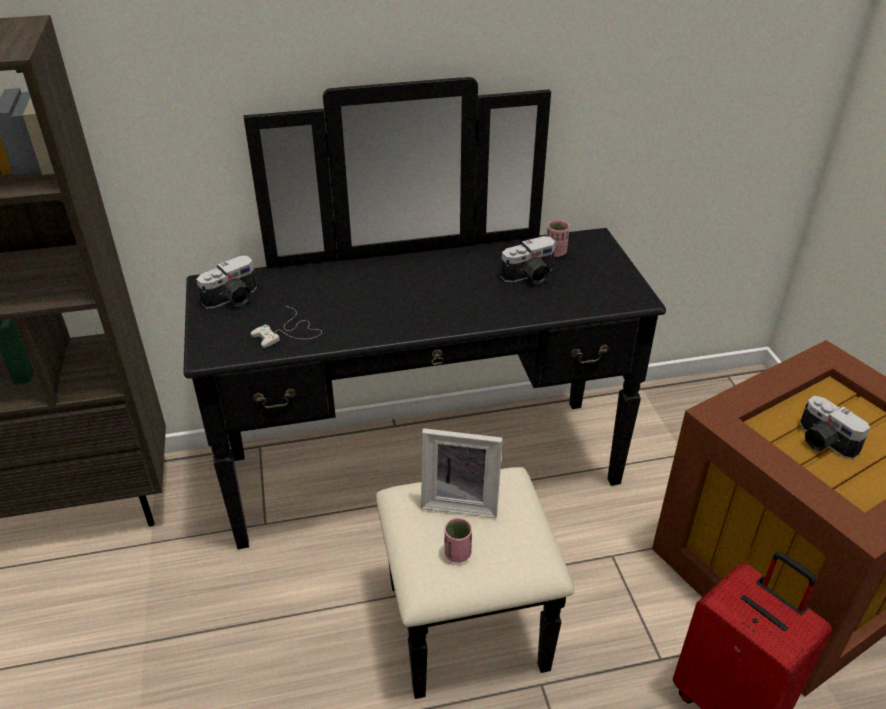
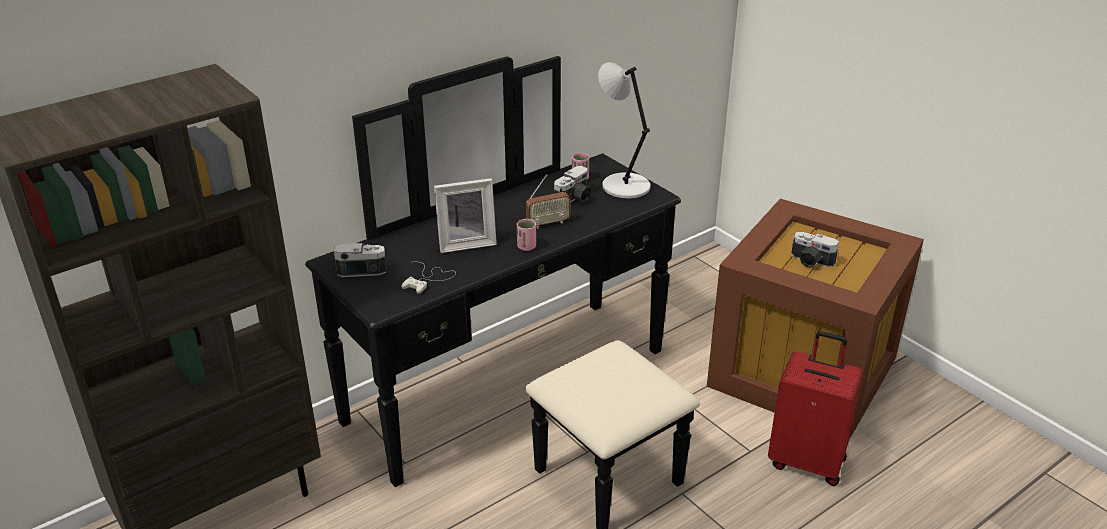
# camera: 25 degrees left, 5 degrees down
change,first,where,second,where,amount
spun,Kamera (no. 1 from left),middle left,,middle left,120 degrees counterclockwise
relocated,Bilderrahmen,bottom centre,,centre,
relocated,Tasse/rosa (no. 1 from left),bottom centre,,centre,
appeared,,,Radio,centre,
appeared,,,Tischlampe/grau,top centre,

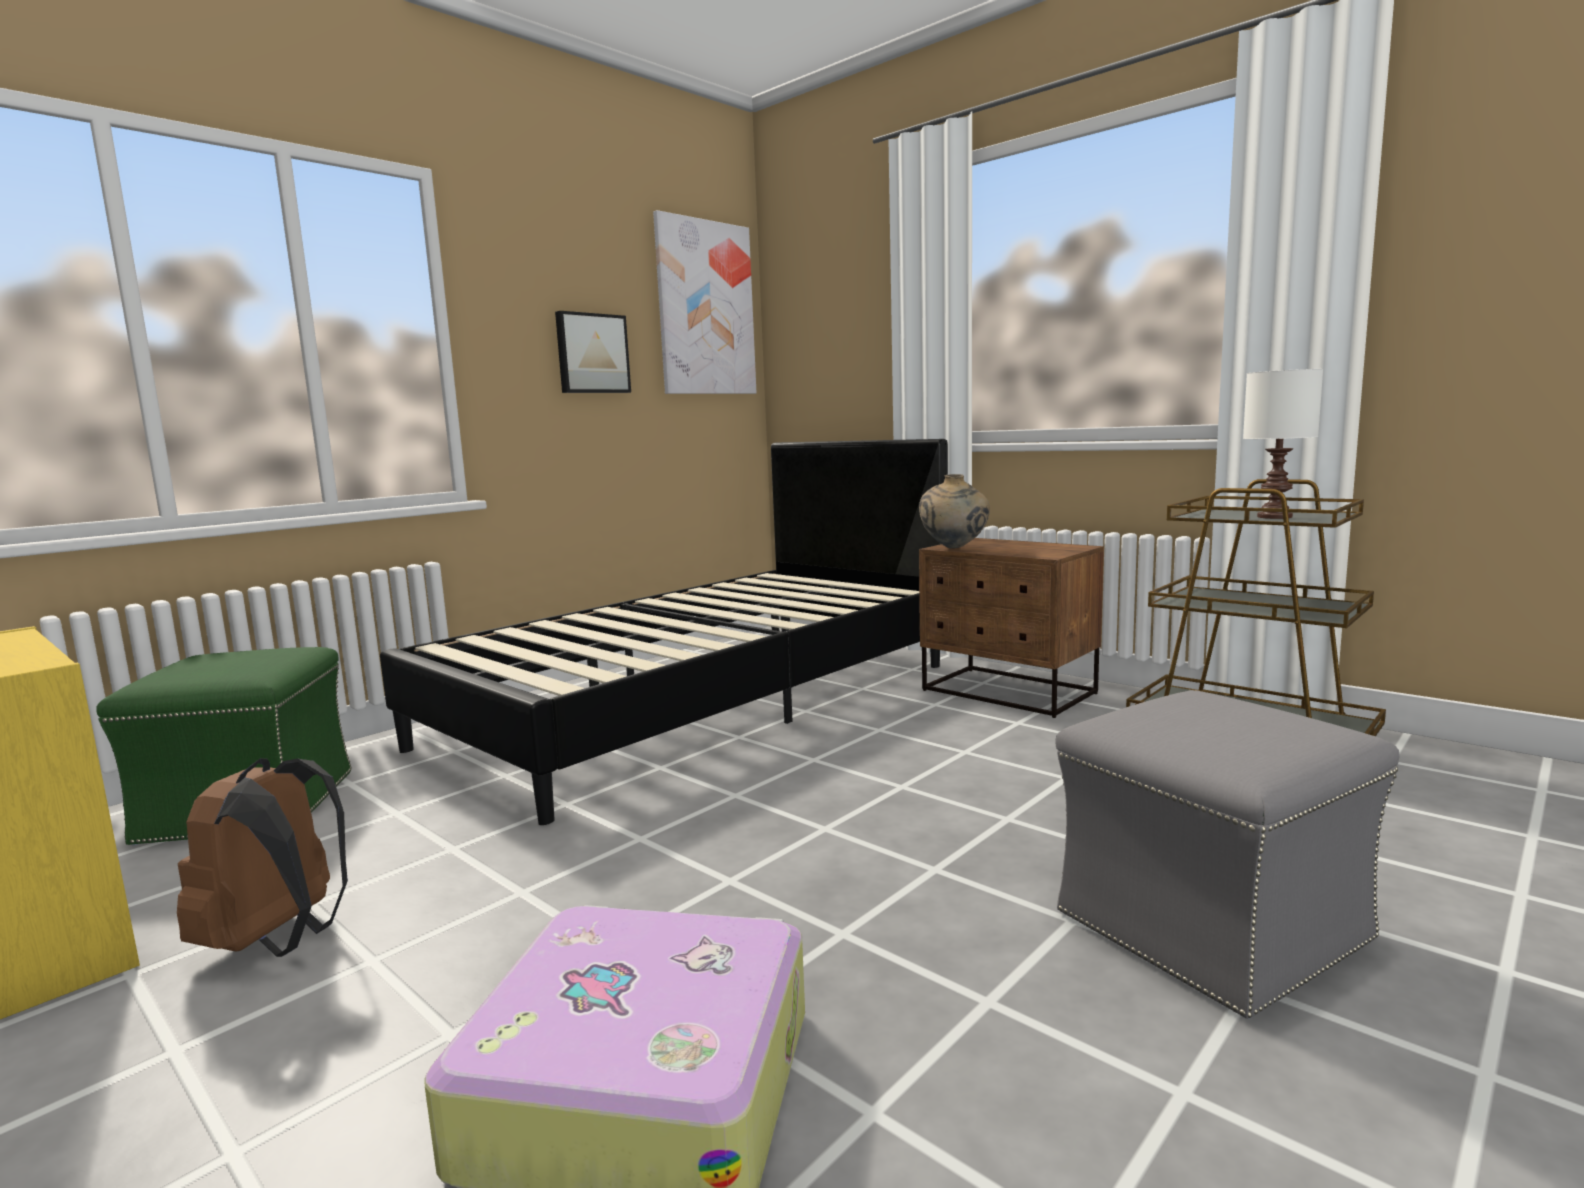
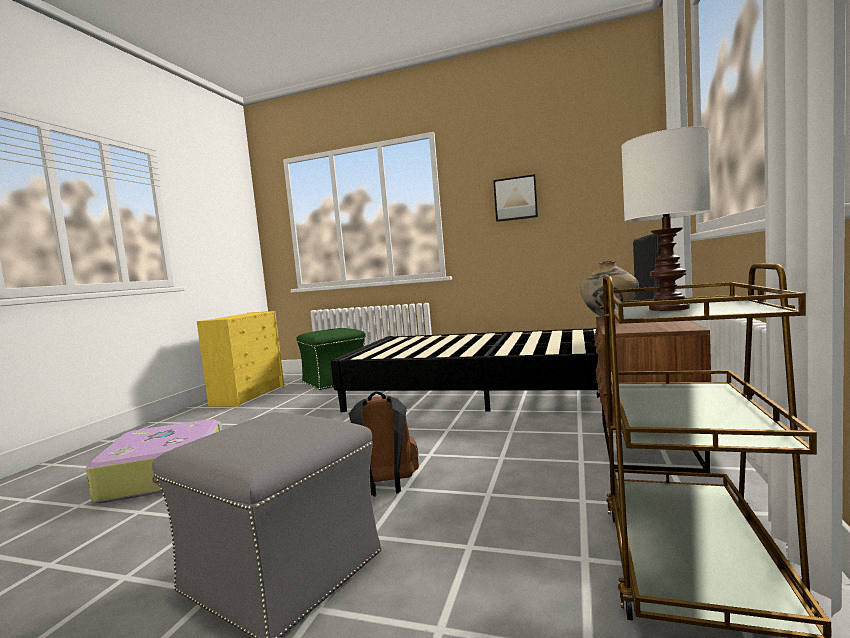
# camera: 65 degrees right, 5 degrees down
change,first,where,second,where,amount
relocated,Rucksack/braun,bottom left,,bottom centre,
missing,Bild (no. 2 from left),top centre,,,

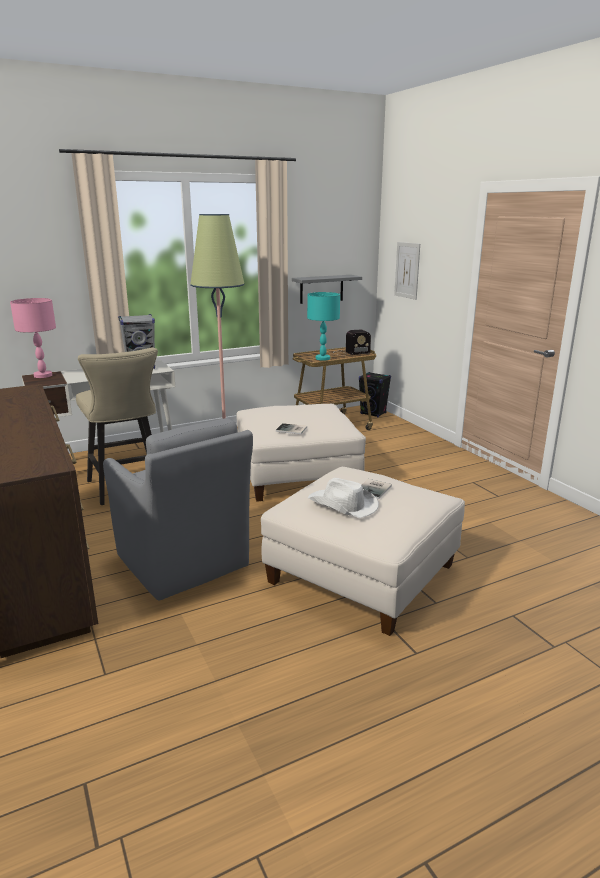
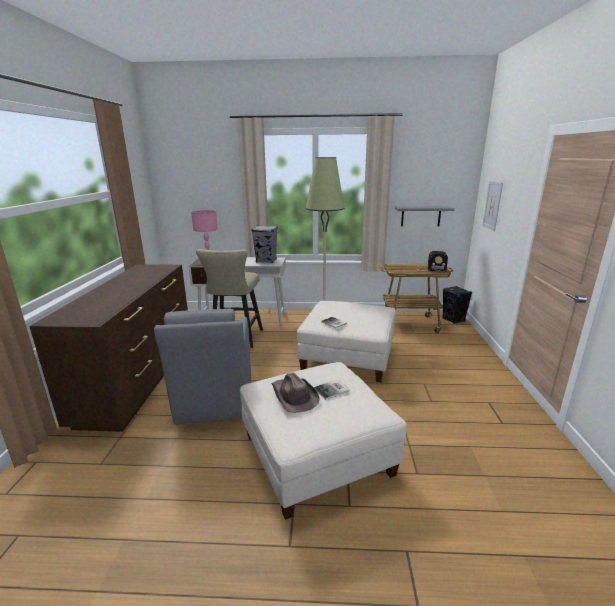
# camera: 30 degrees right, 0 degrees up
change,first,where,second,where,amount
colour,Hut/weiß,centre,Hut/braun,centre,
missing,Tischlampe/türkis,centre,,,

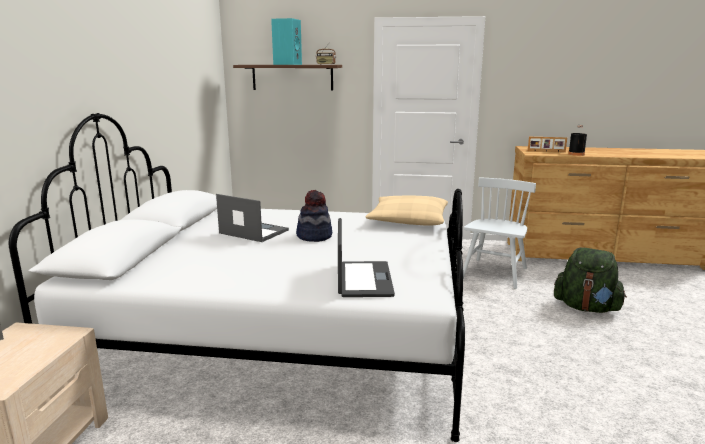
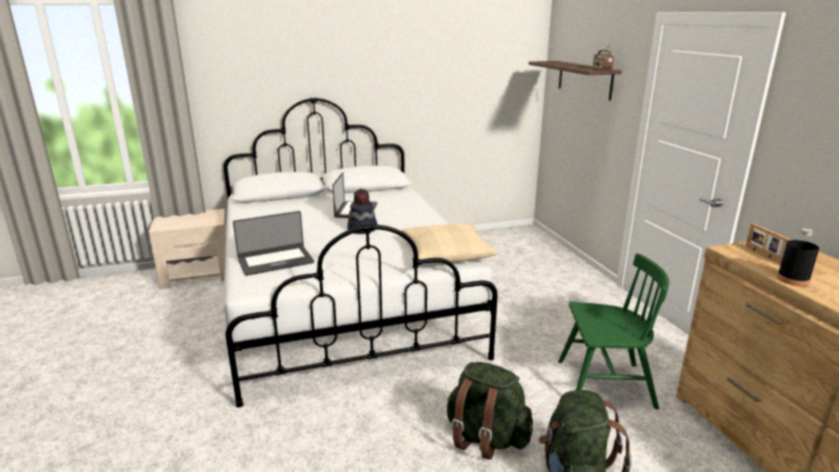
# camera: 65 degrees right, 5 degrees up
change,first,where,second,where,amount
appeared,,,Rucksack/grün (no. 1 from left),bottom centre,
colour,Stuhl/weiß,middle right,Stuhl/grün,bottom right,
missing,Lautsprecher/türkis,top centre,,,

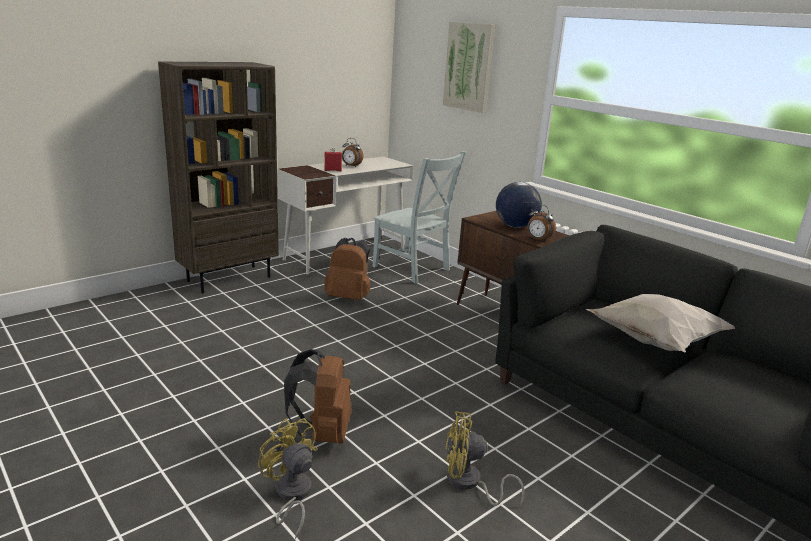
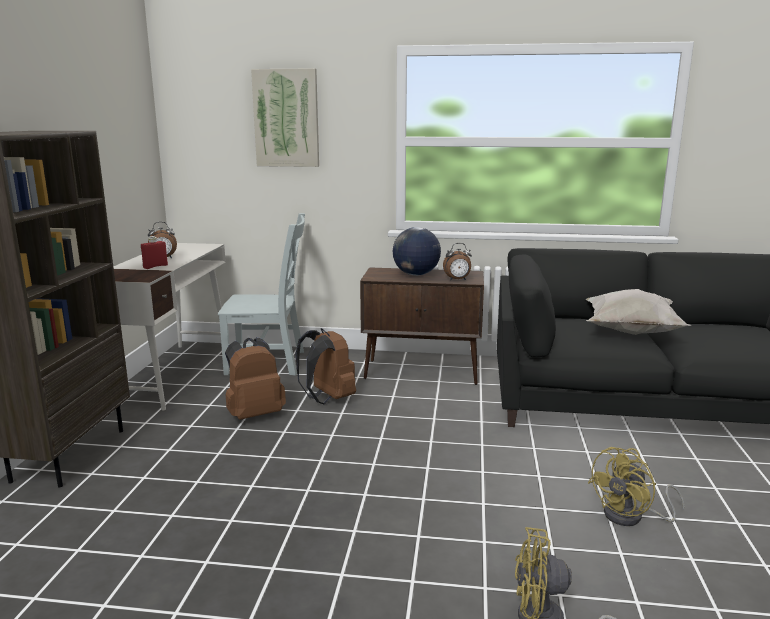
# camera: 40 degrees left, 5 degrees down
change,first,where,second,where,amount
relocated,Rucksack/braun (no. 1 from left in the first image),bottom centre,Rucksack/braun (no. 2 from left),centre,

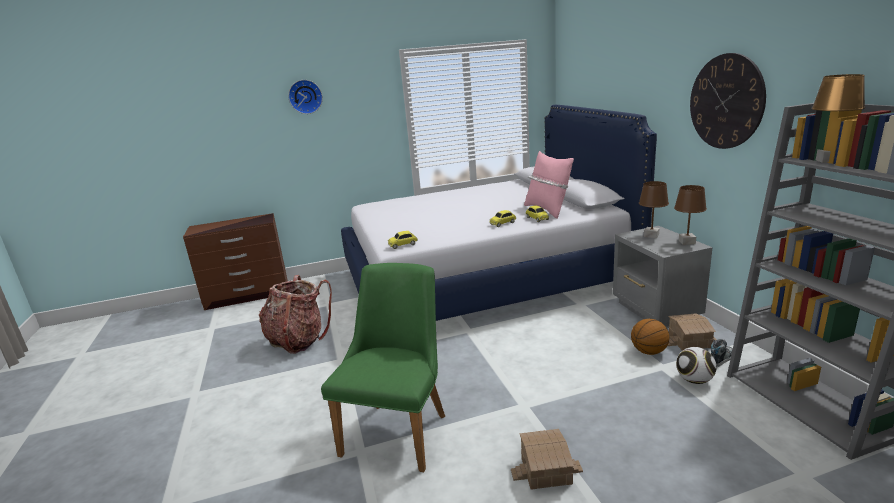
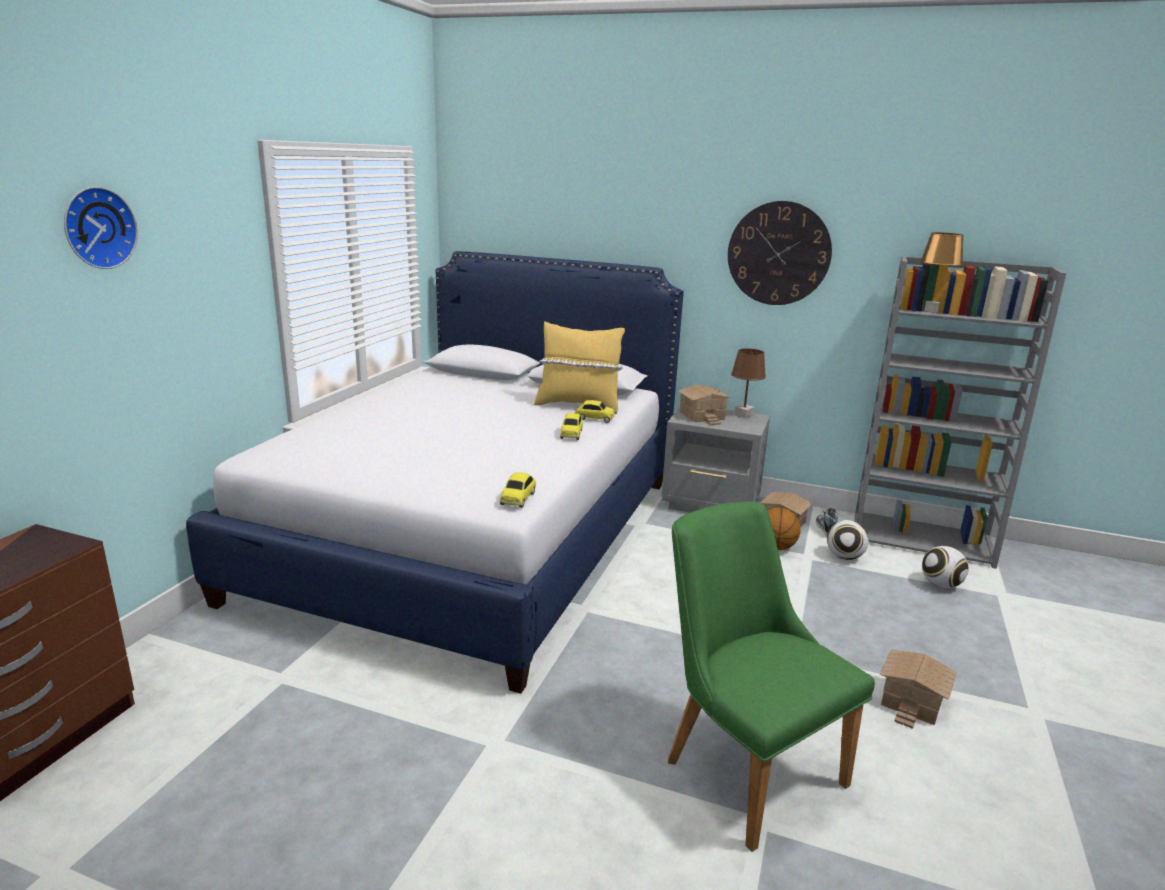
# camera: 55 degrees left, 0 degrees up
change,first,where,second,where,amount
colour,Kissen/rosa,centre,Kissen/gelb,centre,
exchanged,Tischlampe/braun (no. 1 from left),middle right,Spielzeughaus (no. 1 from left),centre,
appeared,,,Fußball (no. 2 from left),middle right,
missing,Rucksack,middle left,,,

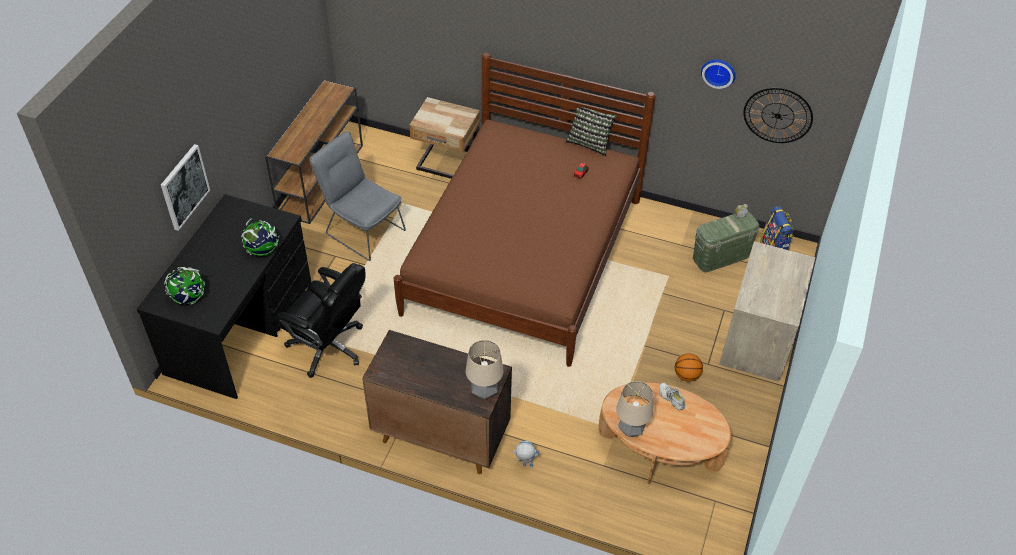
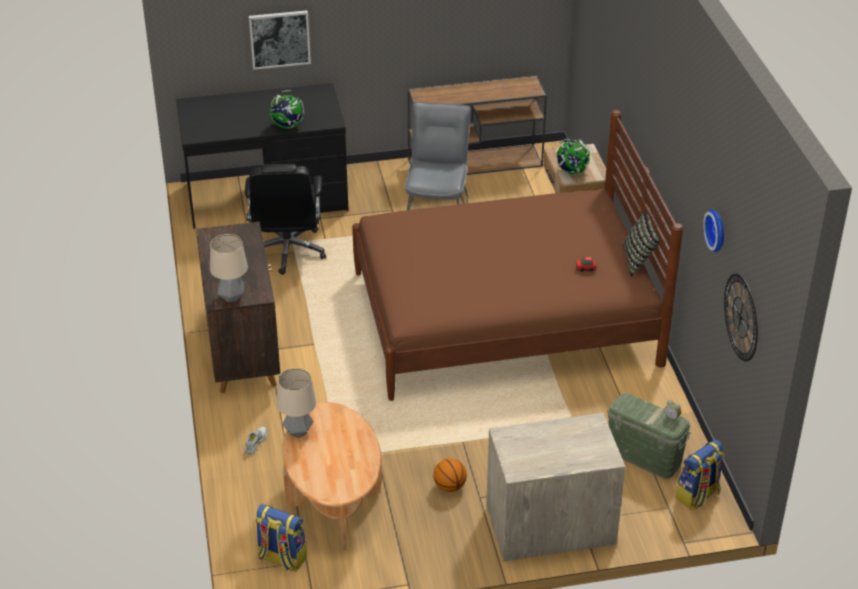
# camera: 60 degrees right, 10 degrees down
change,first,where,second,where,amount
relocated,Schuh/weiß,bottom centre,,bottom left,
appeared,,,Rucksack (no. 1 from left),bottom left,
relocated,Globus (no. 1 from left in the first image),middle left,Globus (no. 2 from left),top right,
missing,Spielzeugroboter,bottom centre,,,

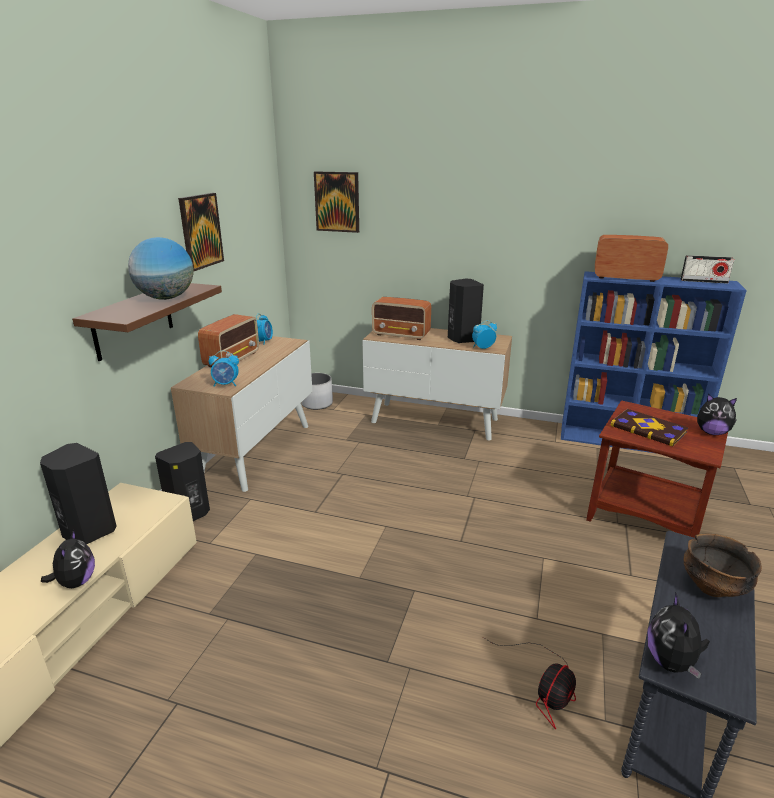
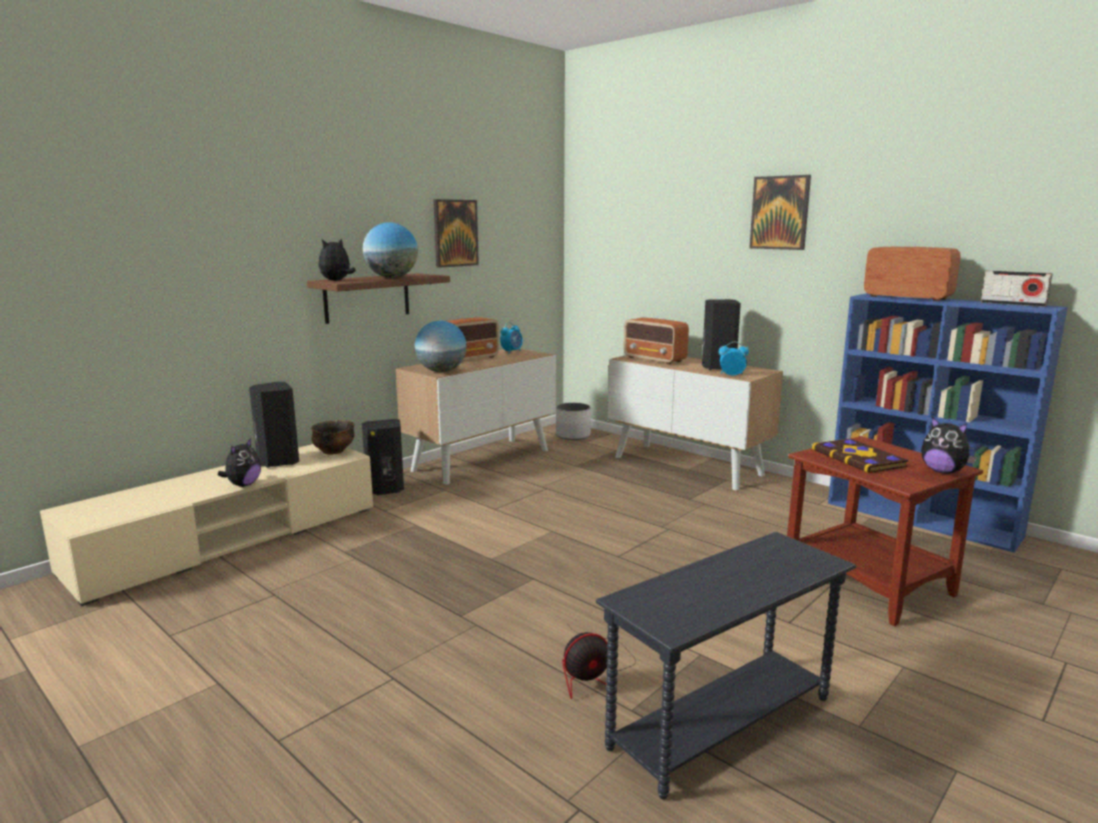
# camera: 25 degrees right, 10 degrees down
change,first,where,second,where,amount
relocated,Schüssel,bottom right,,middle left,
relocated,Plüschtier (no. 2 from left),bottom right,,top left,
exchanged,Wecker (no. 1 from left),middle left,Globus (no. 2 from left),centre,
relocated,Bild (no. 2 from left),top centre,,top right,

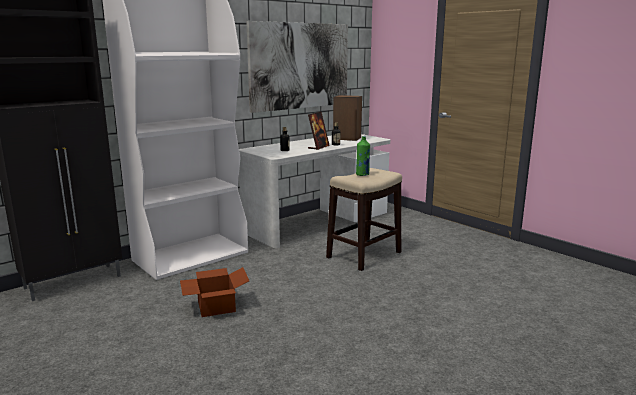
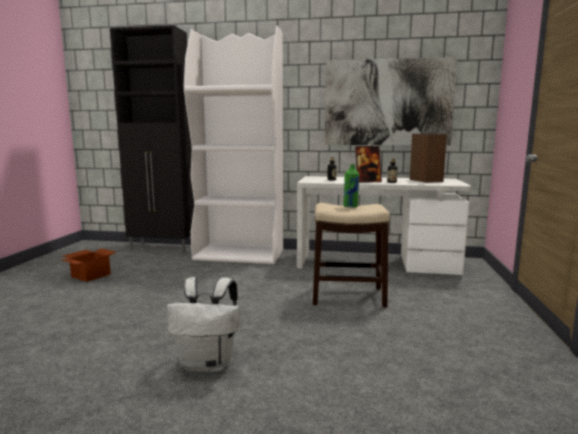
# camera: 50 degrees right, 5 degrees down
change,first,where,second,where,amount
relocated,Karton,bottom centre,,middle left,
appeared,,,Rucksack/weiß,bottom centre,

